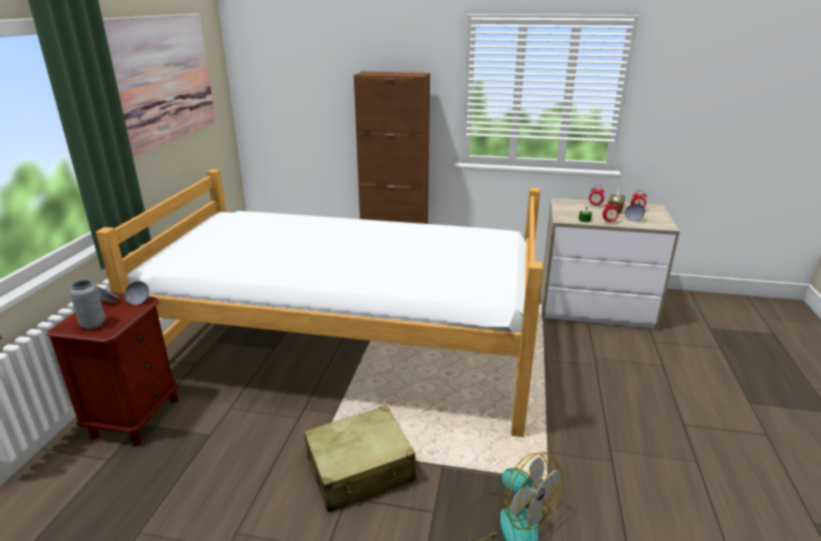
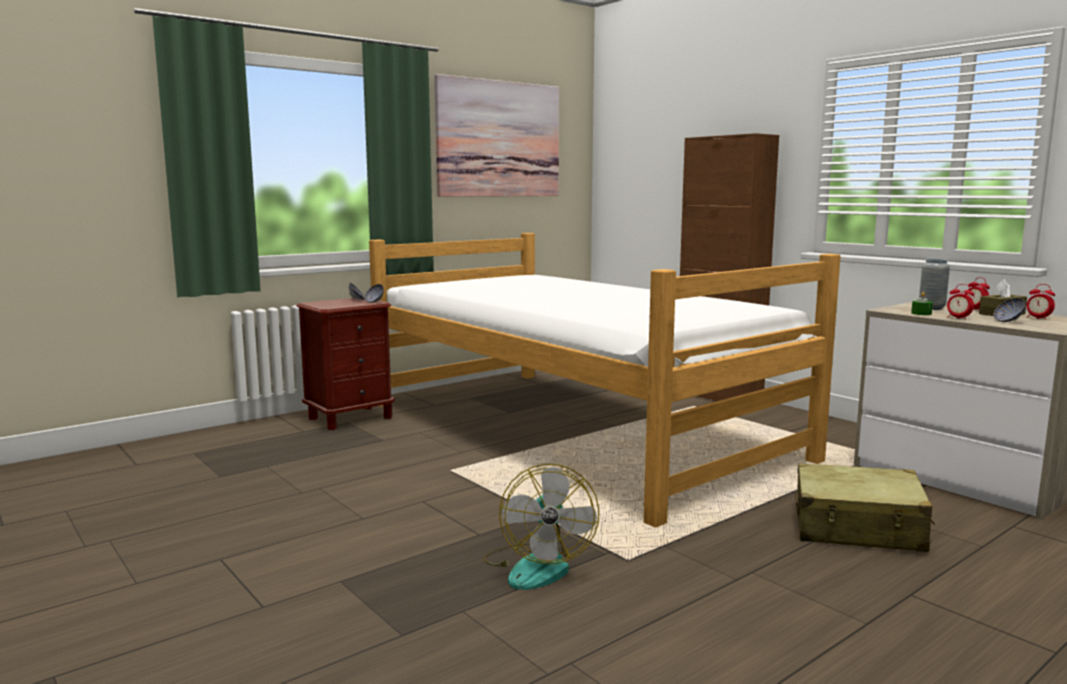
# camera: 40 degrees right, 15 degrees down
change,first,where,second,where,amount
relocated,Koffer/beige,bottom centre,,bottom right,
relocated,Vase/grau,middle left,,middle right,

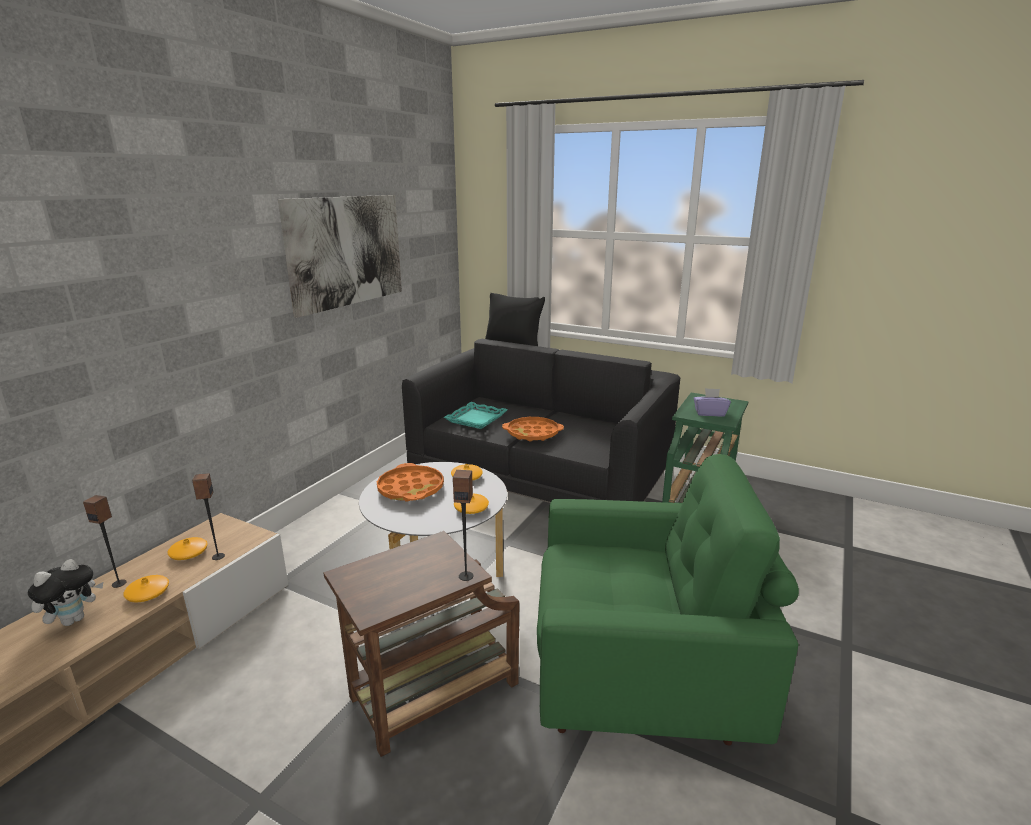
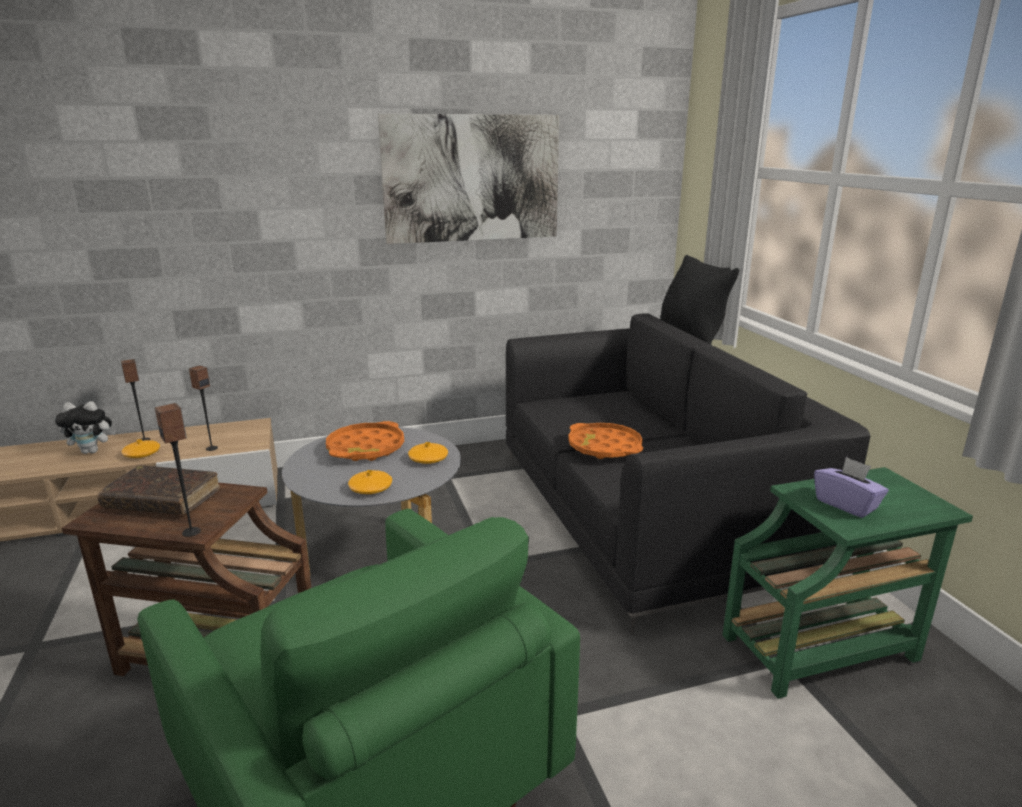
# camera: 45 degrees right, 0 degrees up
change,first,where,second,where,amount
appeared,,,Buch/braun,middle left,
missing,Vase/orange (no. 2 from left),middle left,,,
missing,Tablett/türkis,centre,,,

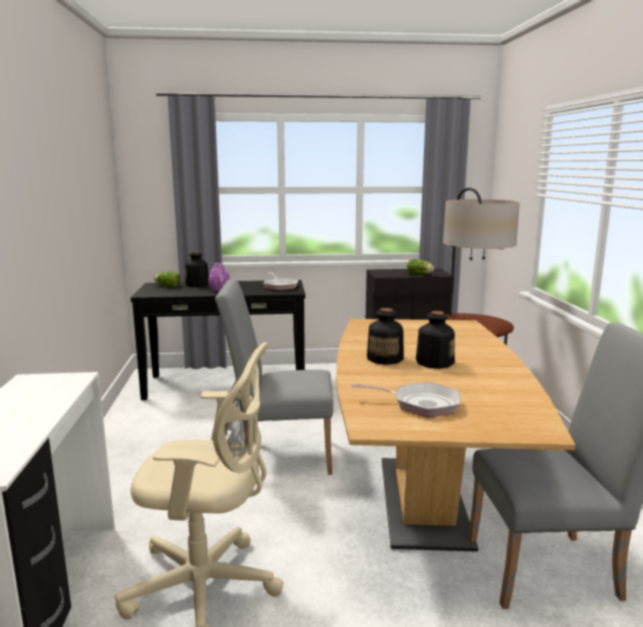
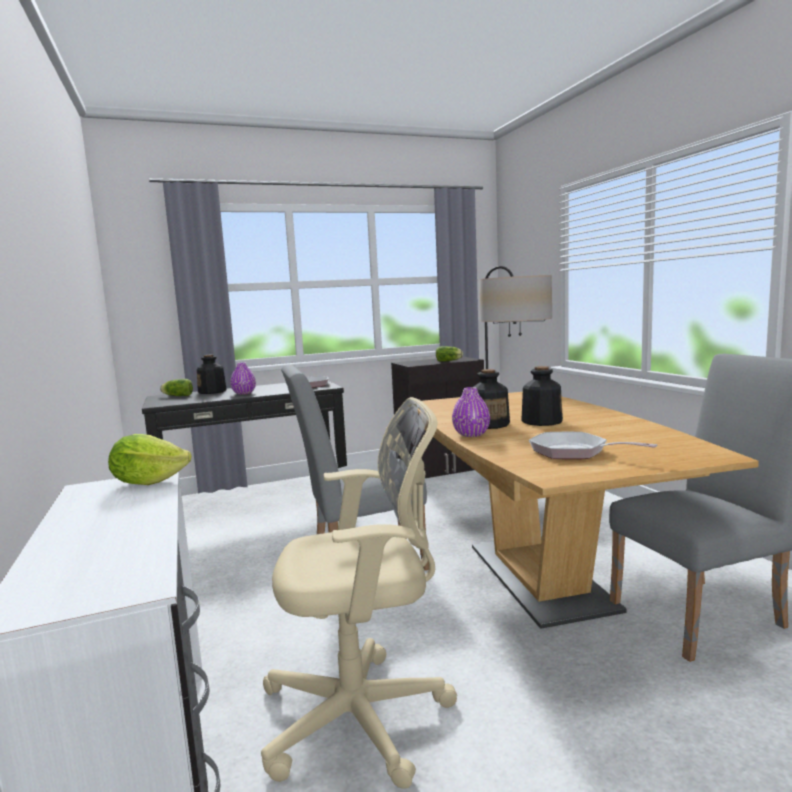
# camera: 15 degrees left, 5 degrees down
change,first,where,second,where,amount
appeared,,,Salatkopf (no. 1 from left),middle left,
appeared,,,Vase/lila (no. 2 from left),centre,
spun,Pfanne (no. 2 from left),centre,,middle right,135 degrees counterclockwise

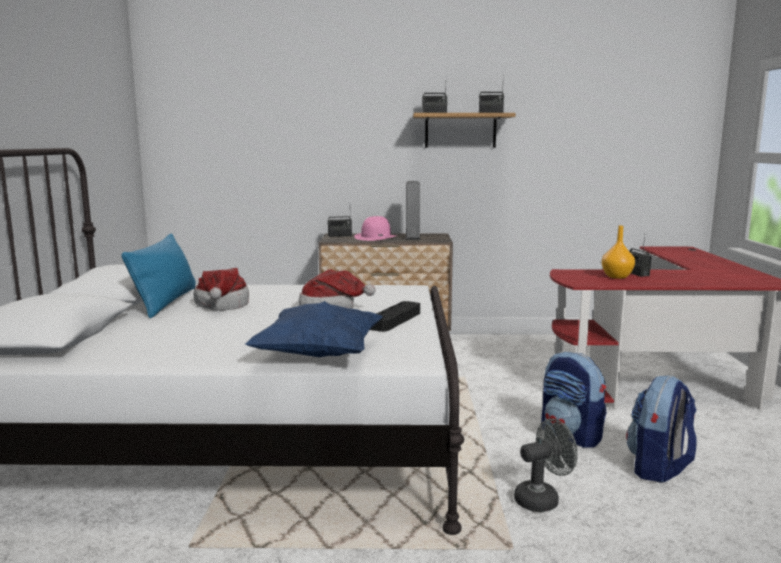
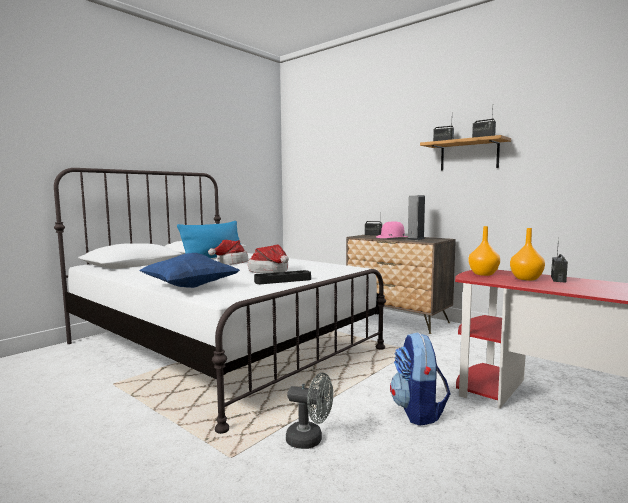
# camera: 40 degrees right, 5 degrees down
change,first,where,second,where,amount
appeared,,,Vase/orange (no. 1 from left),middle right,
missing,Rucksack (no. 2 from left),bottom right,,,

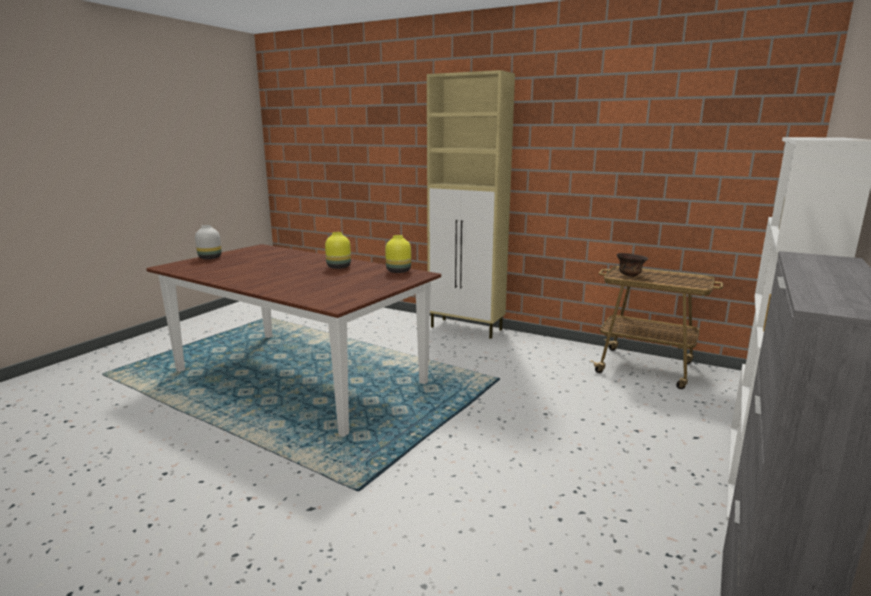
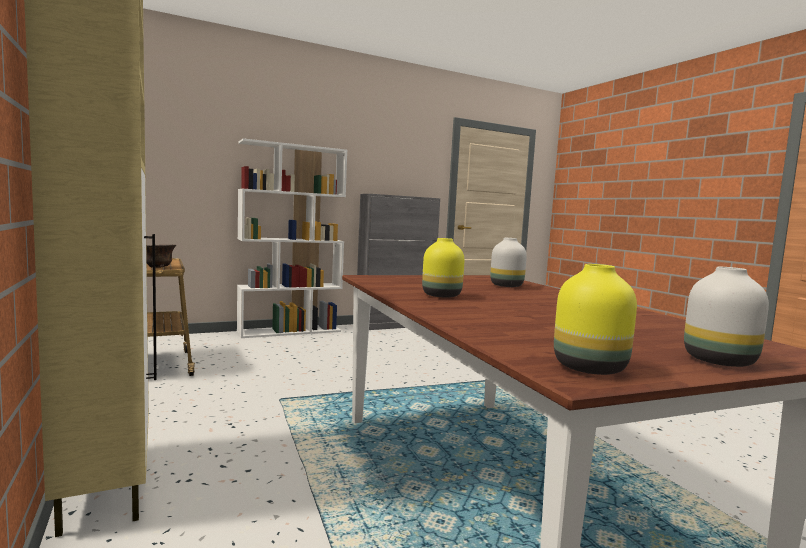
# camera: 145 degrees left, 10 degrees down
change,first,where,second,where,amount
appeared,,,Vase/weiß (no. 1 from left),centre,
relocated,Vase/gelb (no. 2 from left),centre,,middle right,

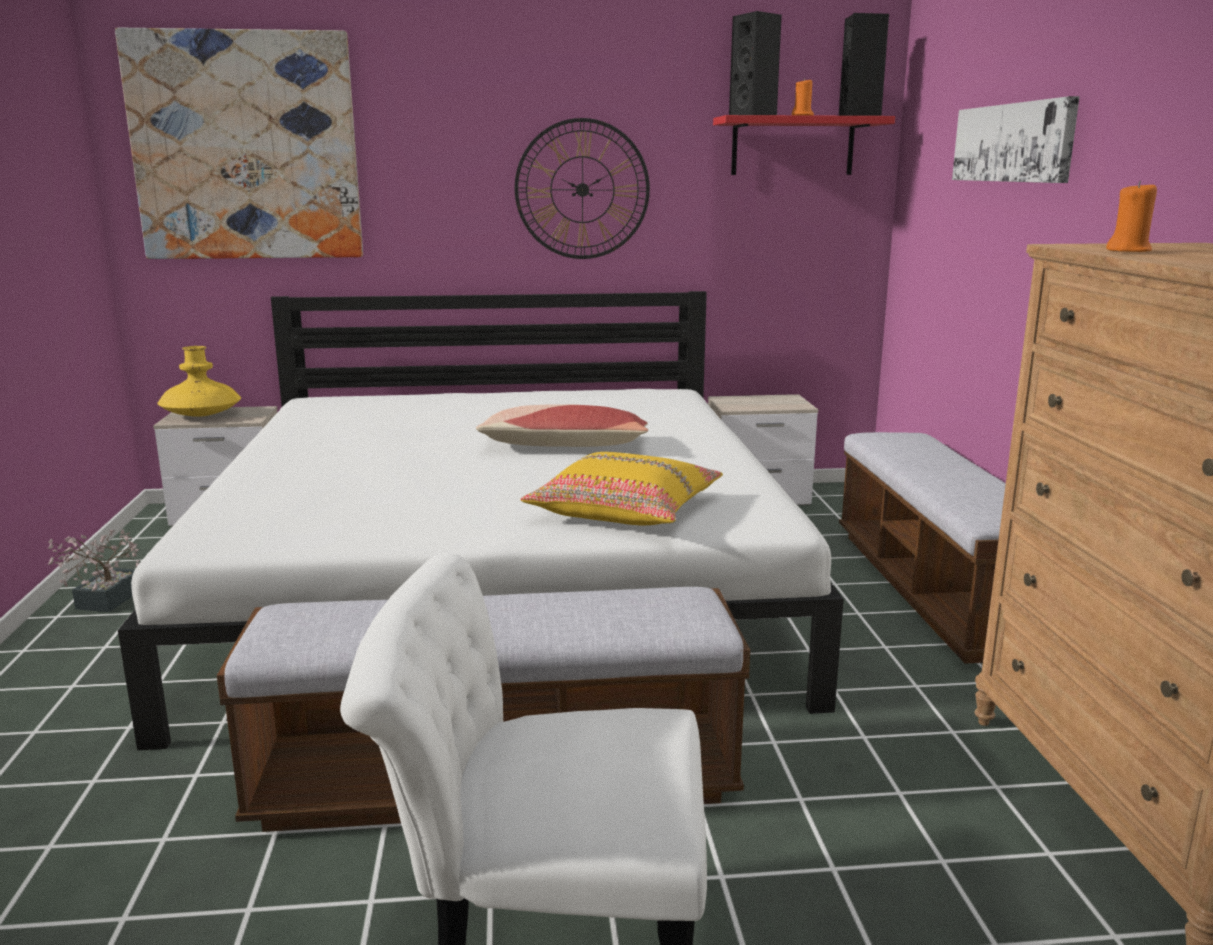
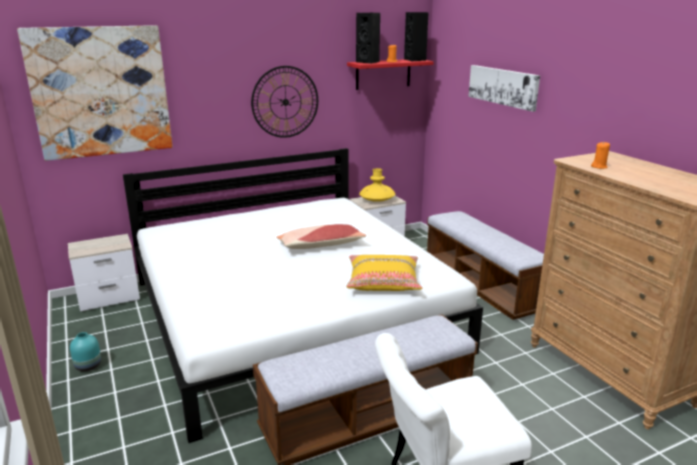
# camera: 20 degrees left, 5 degrees up
change,first,where,second,where,amount
exchanged,Topfpflanze,middle left,Vase/türkis,bottom left,
relocated,Vase/gelb,middle left,,centre,

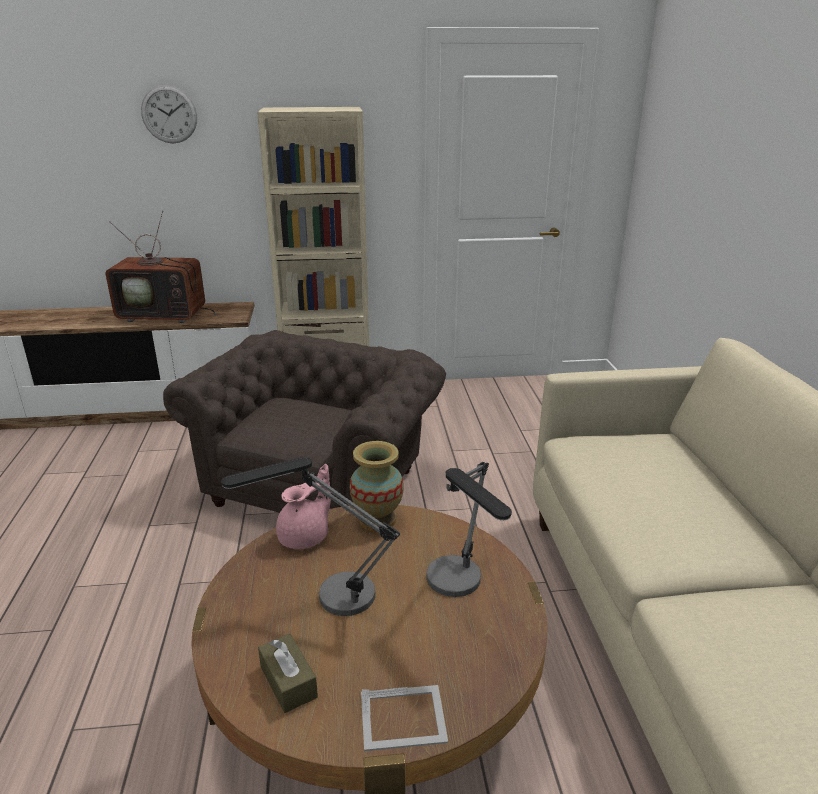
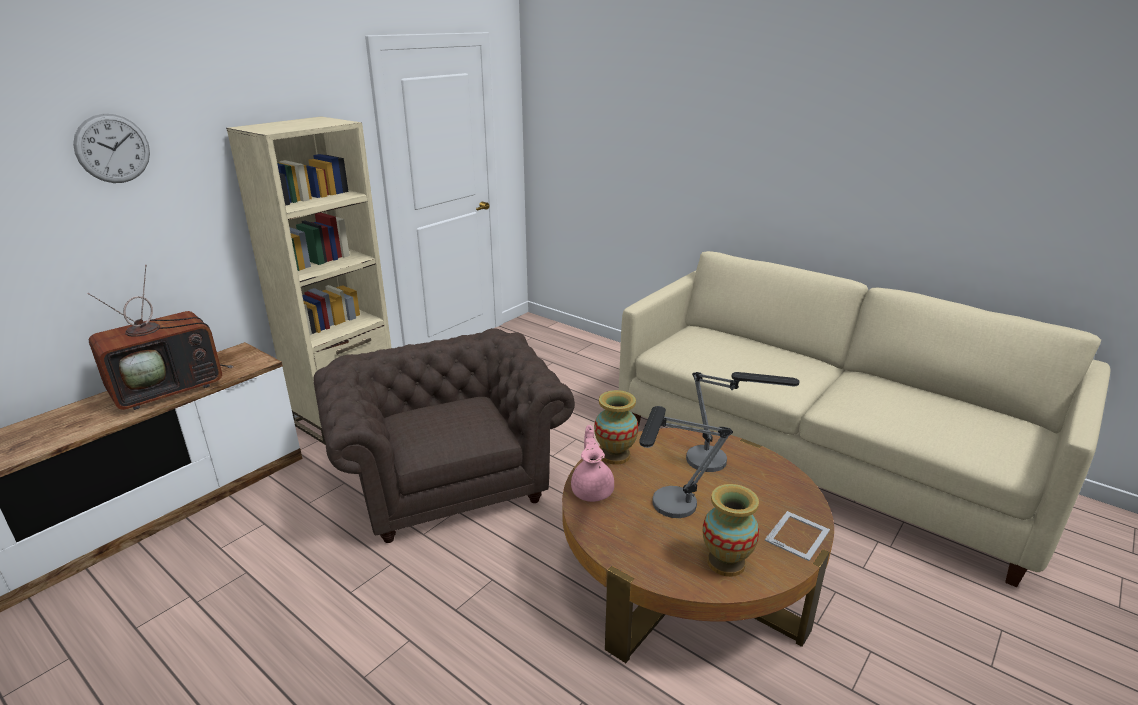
# camera: 45 degrees left, 0 degrees up
change,first,where,second,where,amount
exchanged,Taschentuchbox/braun,bottom centre,Vase (no. 2 from left),bottom centre,

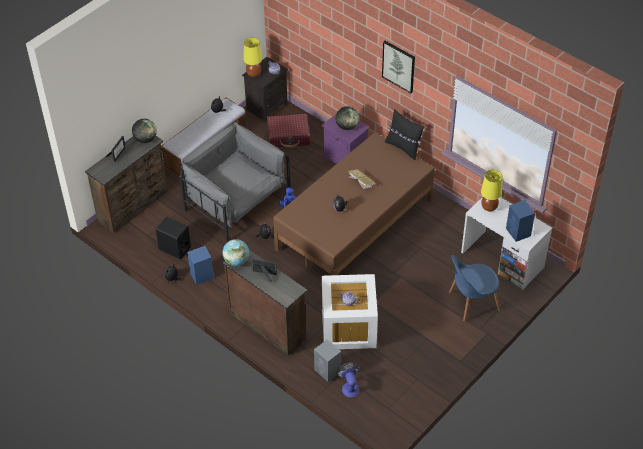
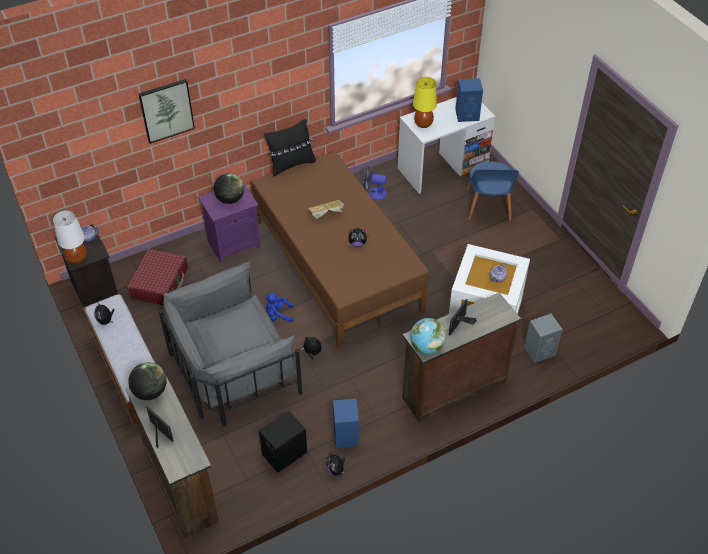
# camera: 70 degrees left, 0 degrees up
change,first,where,second,where,amount
colour,Tischlampe/gelb (no. 1 from left),top centre,Tischlampe/weiß,middle left,
relocated,Bild,top centre,,top left,
relocated,Ventilator,bottom centre,,top centre,

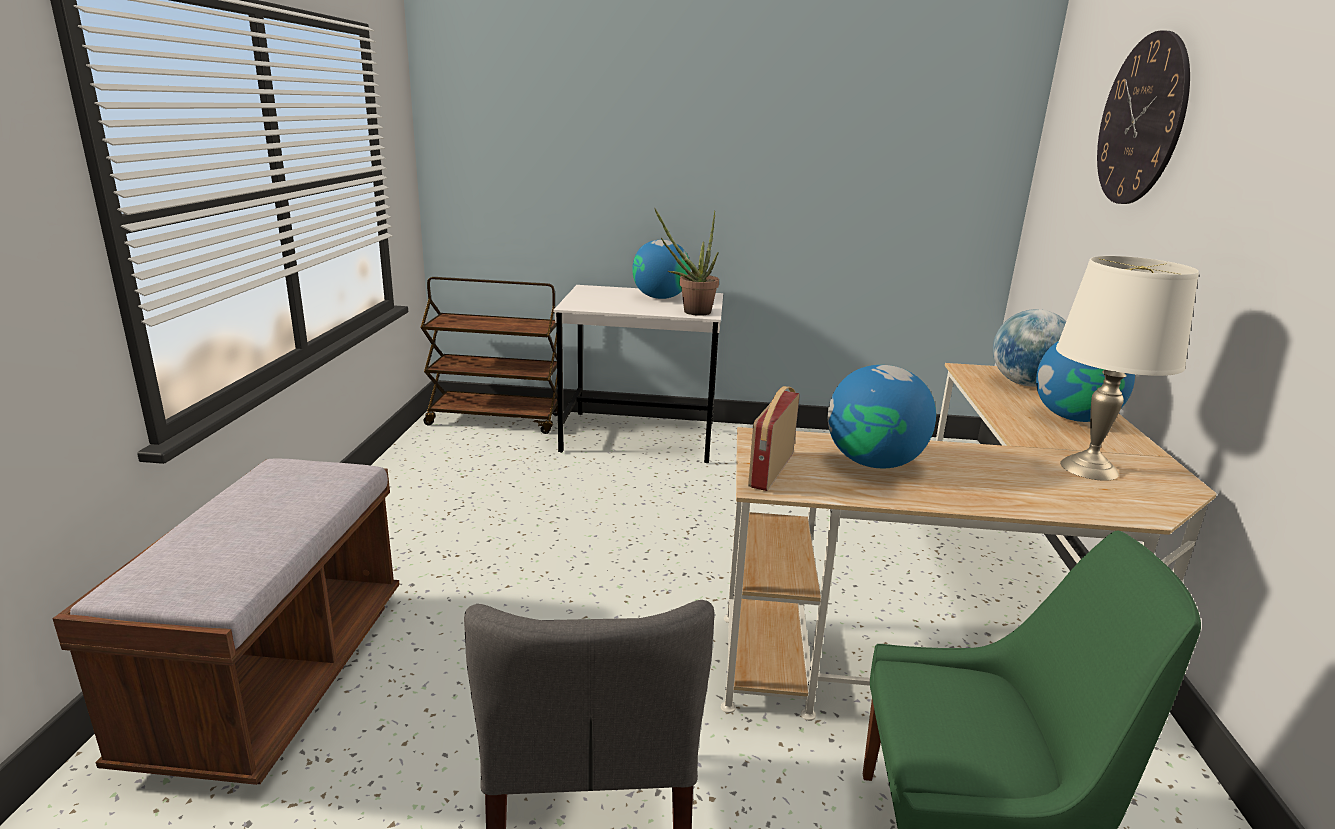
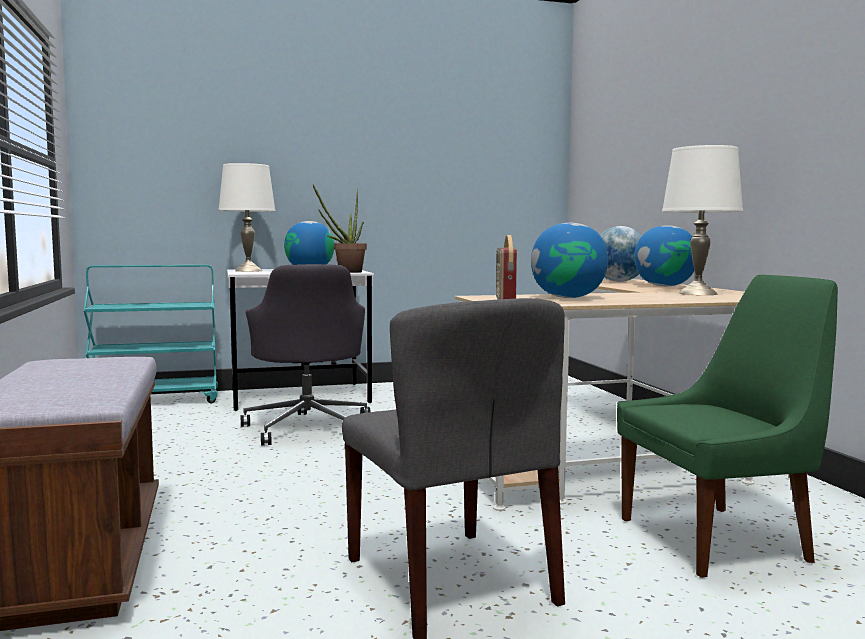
# camera: 20 degrees left, 15 degrees down
change,first,where,second,where,amount
colour,Rollwagen/braun,centre,Rollwagen/türkis,middle left,
appeared,,,Tischlampe/weiß (no. 1 from left),middle left,
appeared,,,Bürostuhl/grau,centre,
missing,Wanduhr,top right,,,

